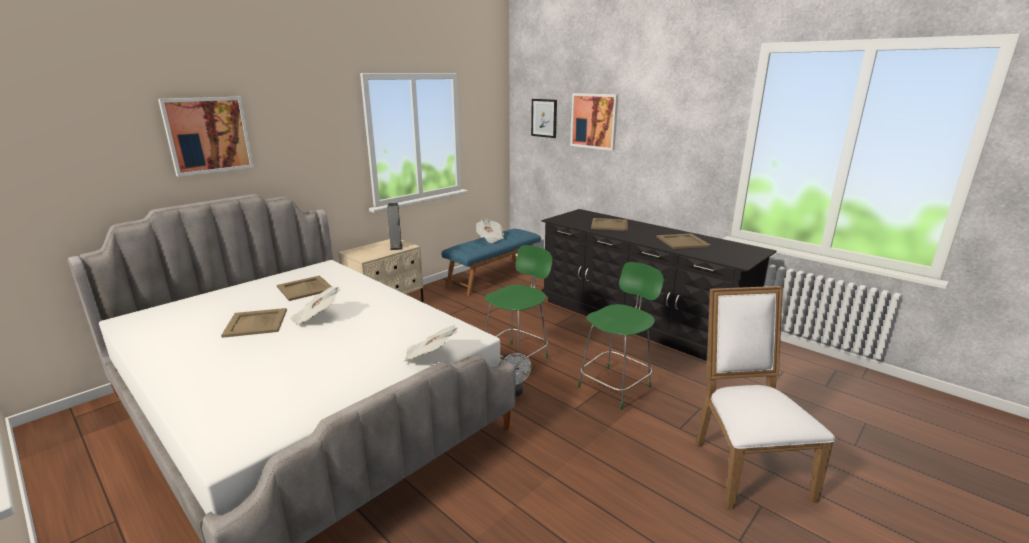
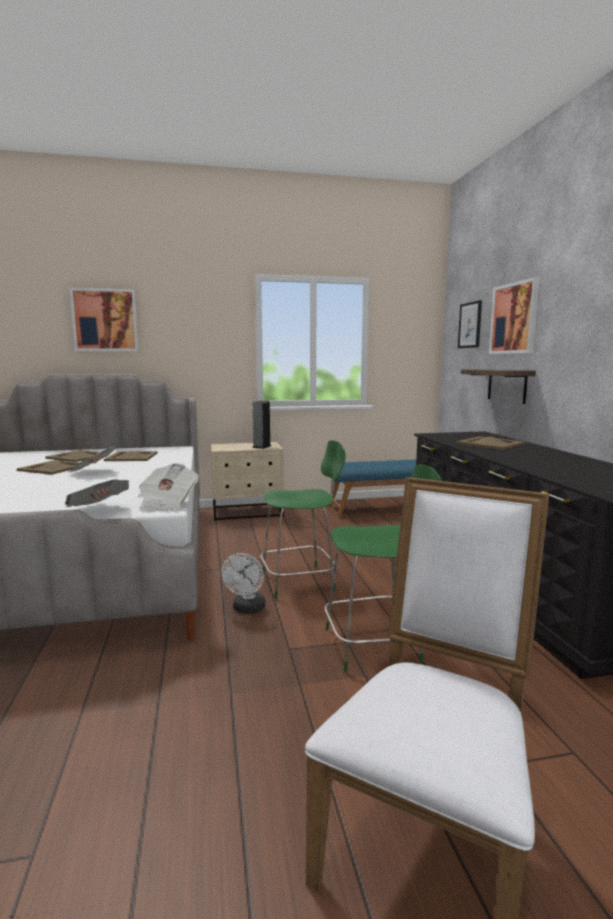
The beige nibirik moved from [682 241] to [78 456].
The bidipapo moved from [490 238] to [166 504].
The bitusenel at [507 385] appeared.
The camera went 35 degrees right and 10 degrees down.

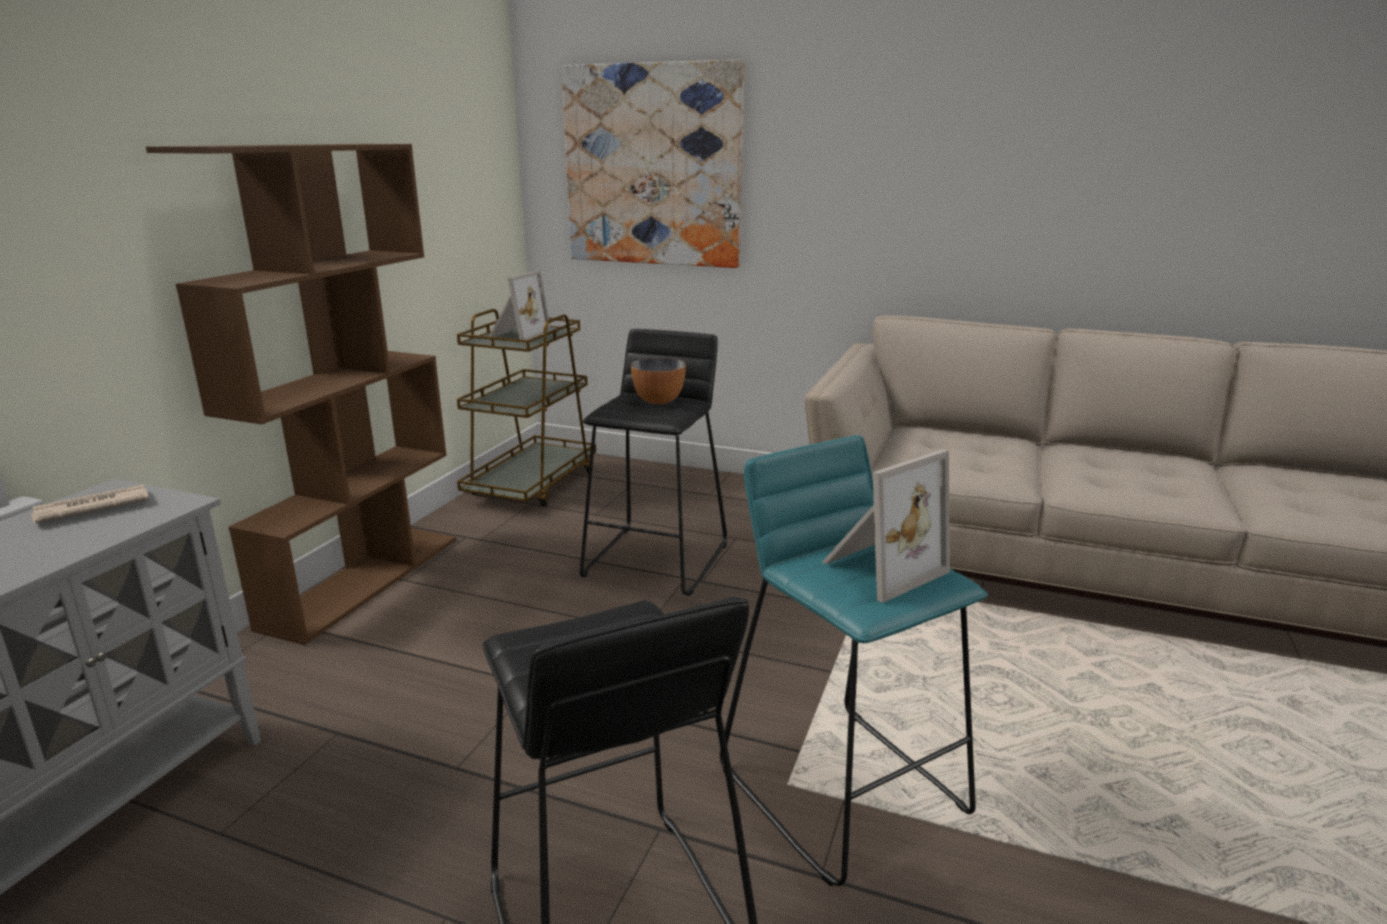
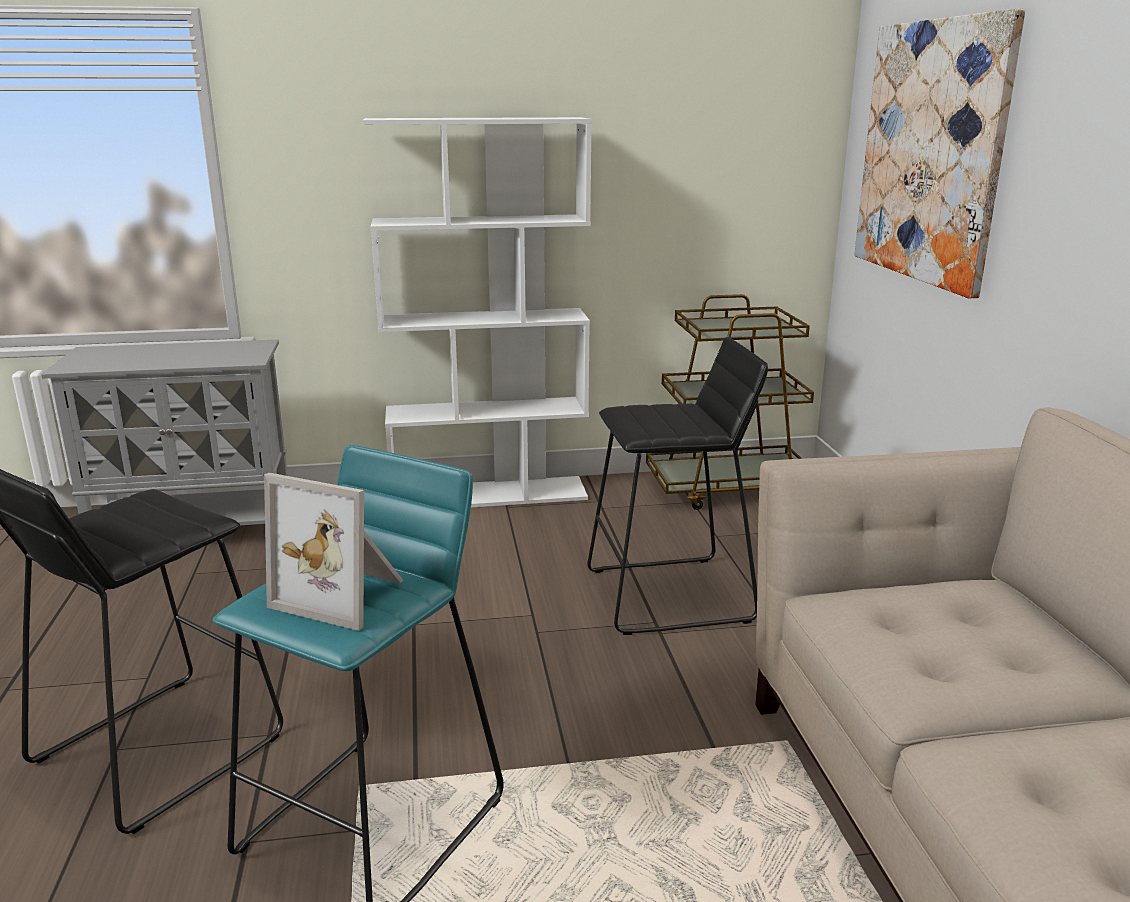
The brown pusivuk at [363 580] became the white pusivuk at [490 494].
The bidipapo at [91 508] disappeared.
The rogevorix at [517 336] disappeared.
The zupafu at [658 401] disappeared.
The camera went 60 degrees right and 0 degrees up.

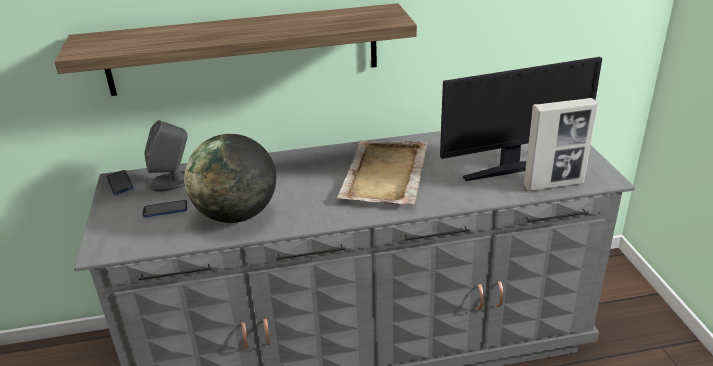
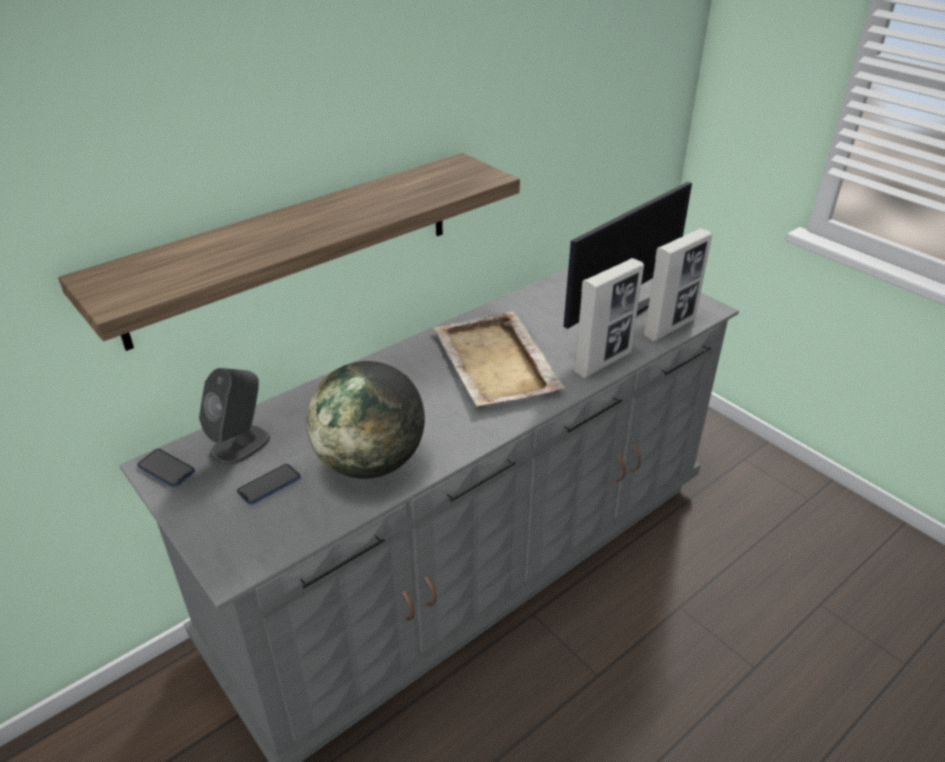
The rogevorix at [603 362] appeared.
The camera went 30 degrees left and 5 degrees up.

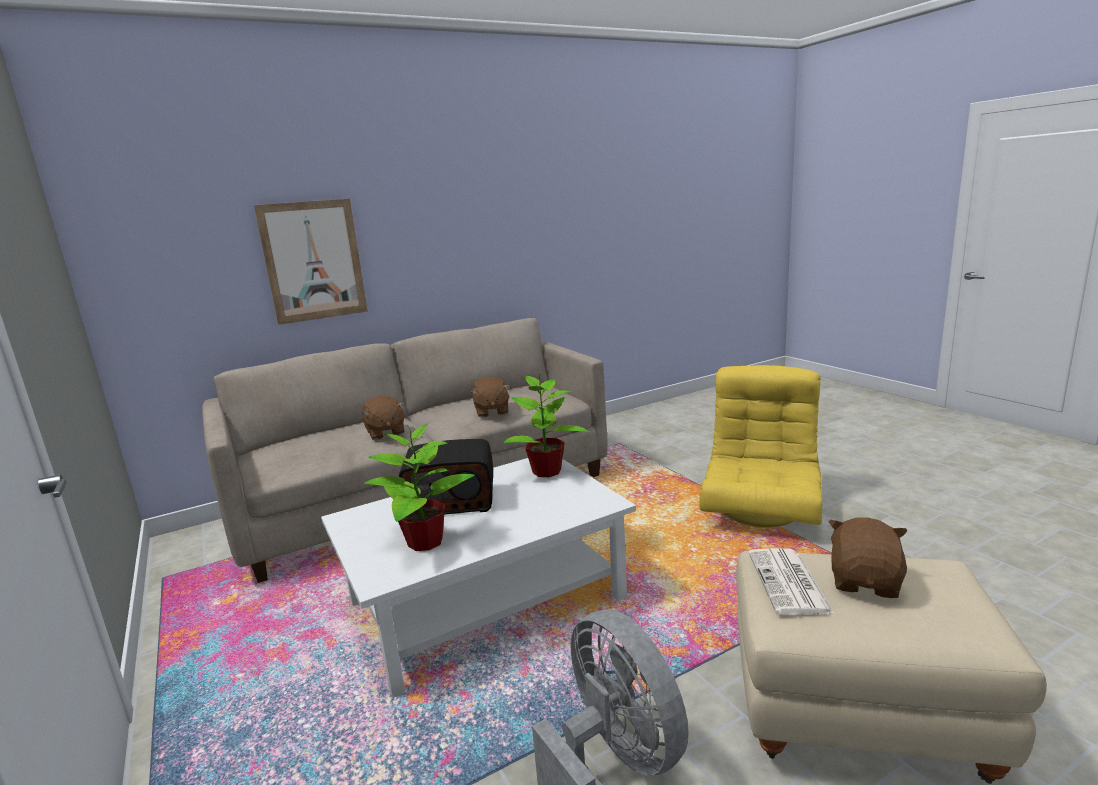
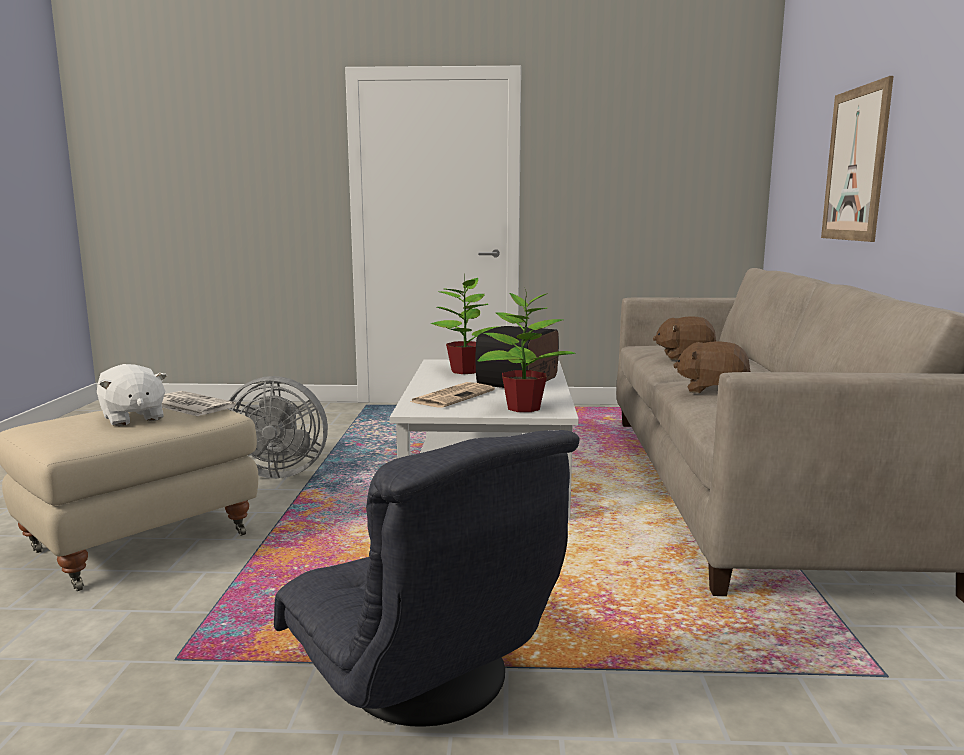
The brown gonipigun at [865 582] became the white gonipigun at [132 418].
The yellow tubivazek at [761 509] became the grey tubivazek at [422 679].
The bidipapo at [453 396] appeared.
The camera went 120 degrees right and 5 degrees down.

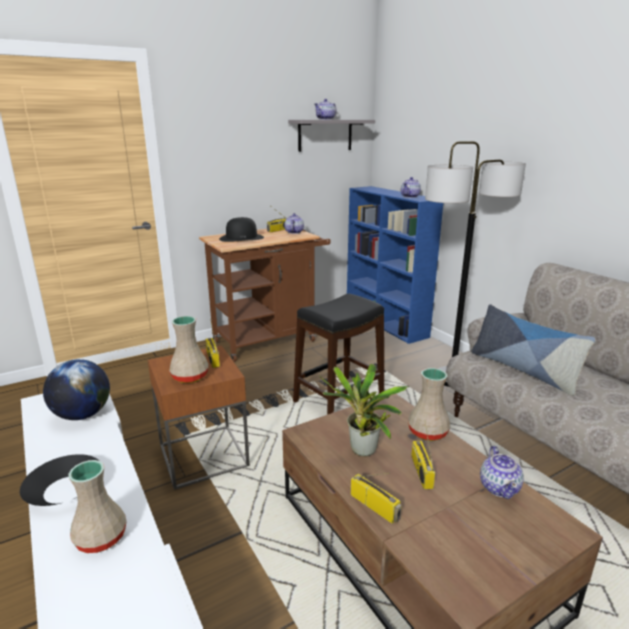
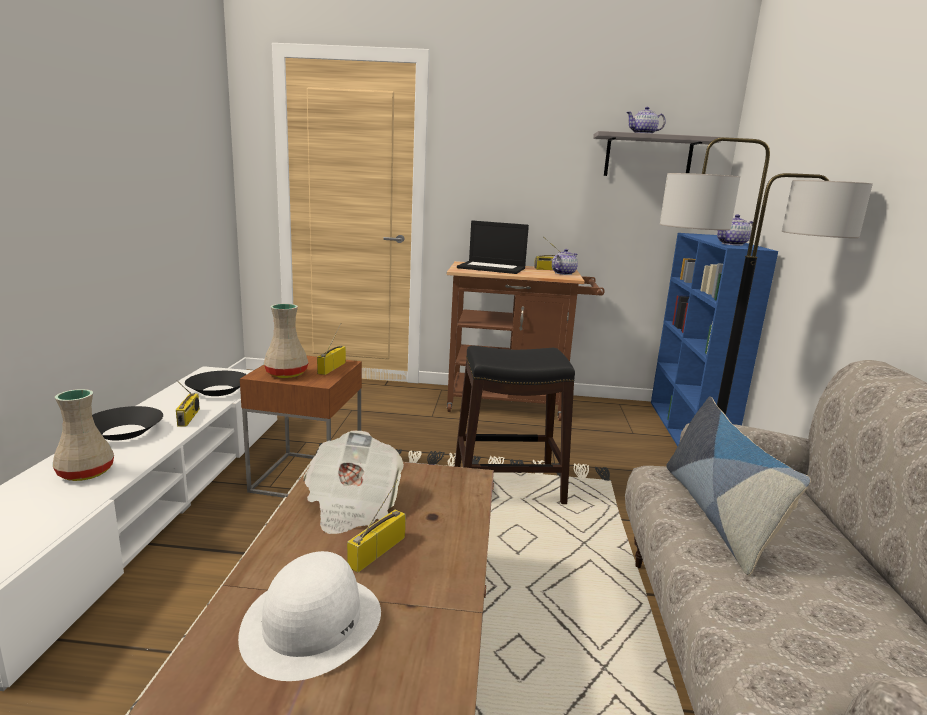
The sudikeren moved from [375 506] to [189 418].
The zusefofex at [82 415] was replaced by the black zupafu at [218 390].
The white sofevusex at [312 622] appeared.
The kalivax at [363 452] was replaced by the bidipapo at [352 505].
The black sofevusex at [242 238] was replaced by the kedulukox at [492 268].
The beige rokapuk at [426 432] disappeared.
The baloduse at [499 487] disappeared.
The camera went 35 degrees right and 5 degrees down.

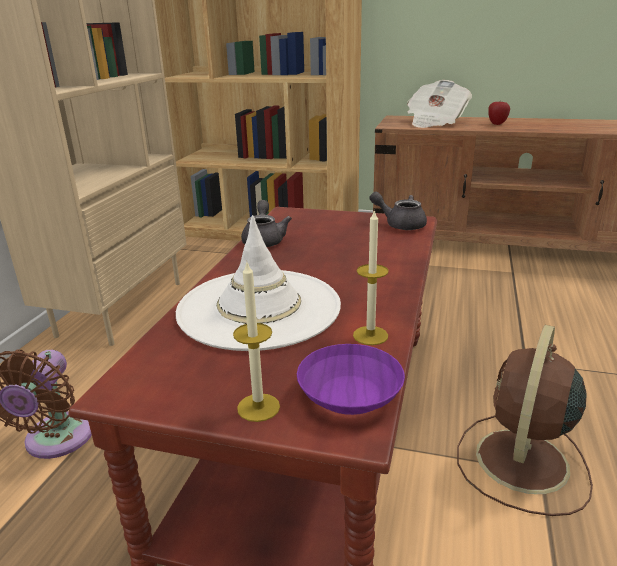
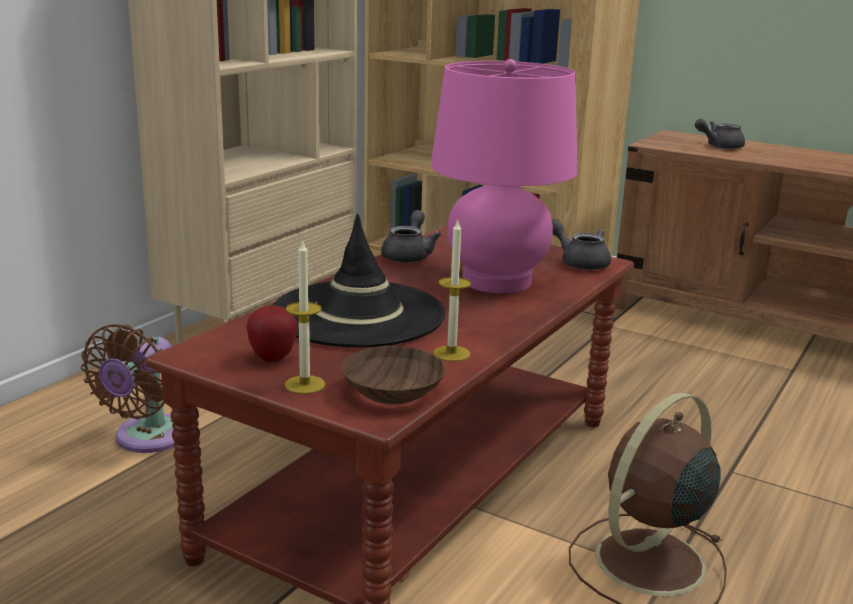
The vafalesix moved from [497 124] to [273 358].
The white sofevusex at [259 308] became the black sofevusex at [358 314].
The purple zupafu at [350 397] became the brown zupafu at [392 392].
The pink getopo at [496 281] appeared.
The bidipapo at [435 122] was replaced by the grey baloduse at [719 146].
The camera went 15 degrees right and 5 degrees down.

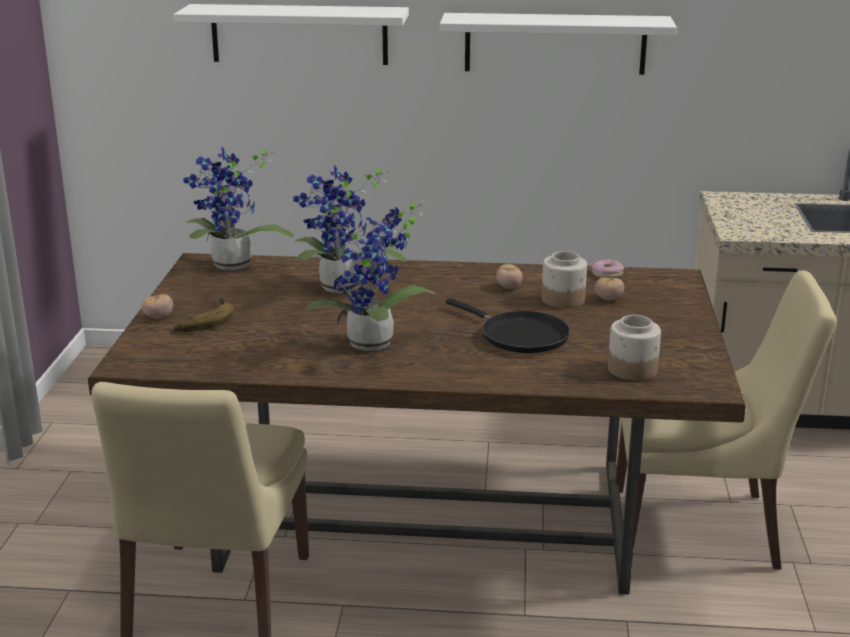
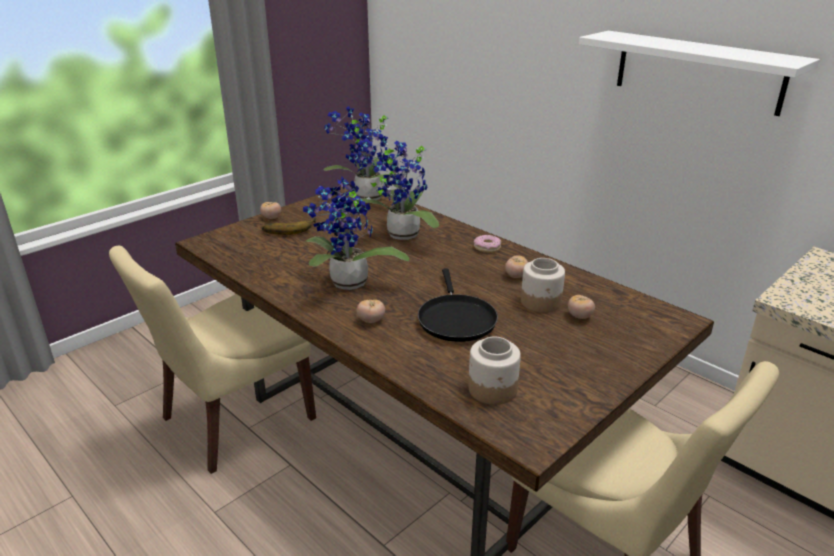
The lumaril at [371 320] appeared.
The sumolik moved from [607 274] to [487 248].
The white bitusenel at [299 34] disappeared.
The camera went 40 degrees right and 5 degrees up.

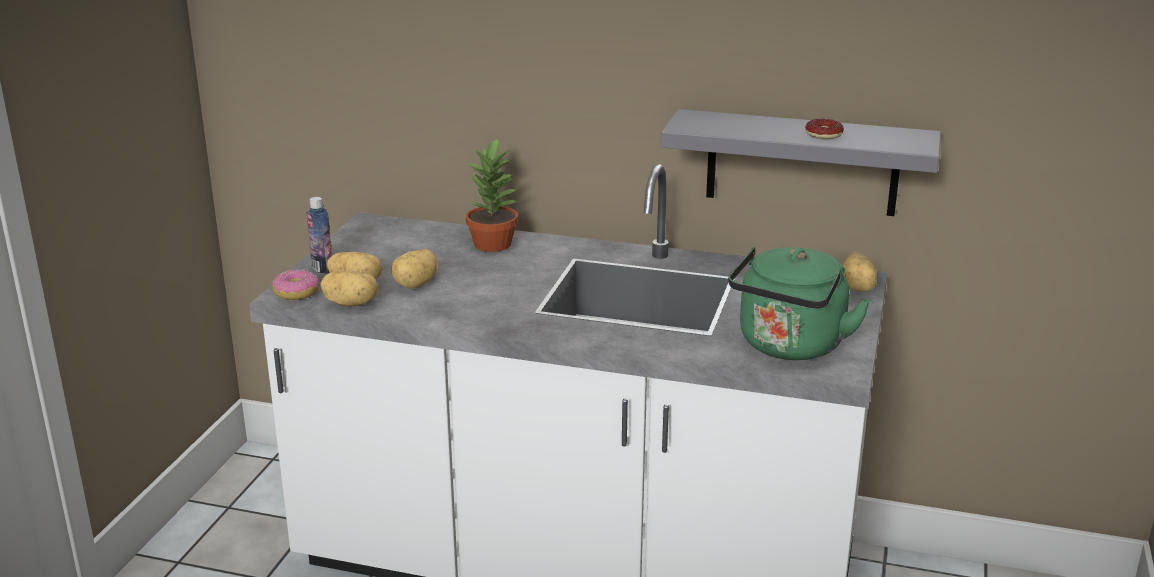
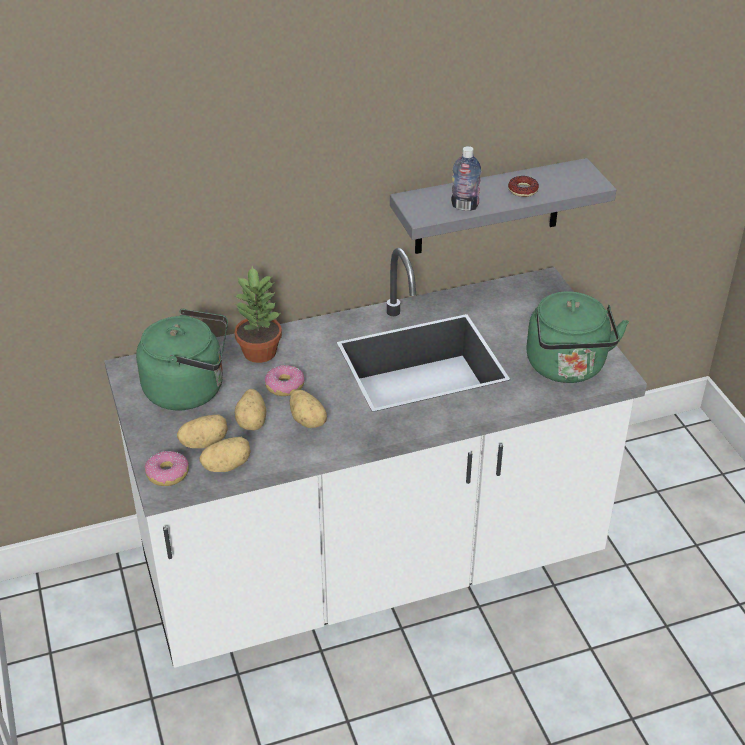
The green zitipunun at [190 389] appeared.
The sumolik at [284 386] appeared.
The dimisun moved from [858 287] to [308 420].
The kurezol moved from [322 268] to [464 206].
The camera went 35 degrees left and 15 degrees up.

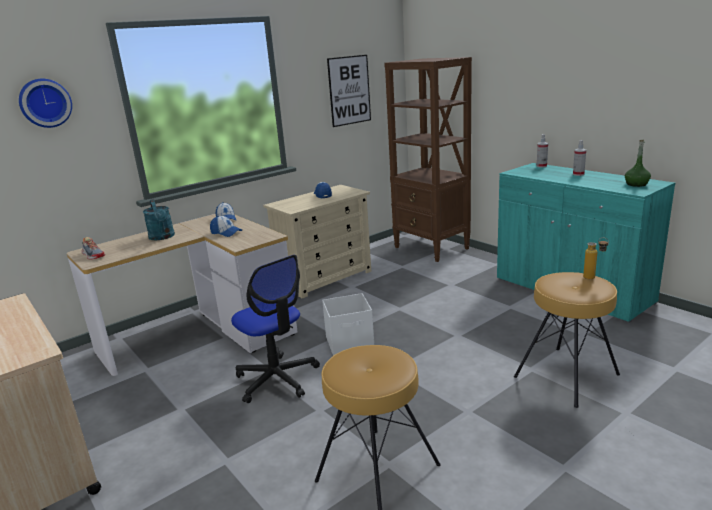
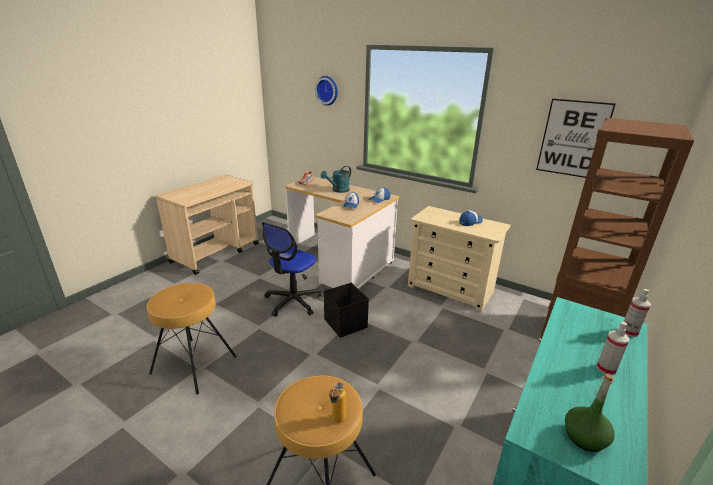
The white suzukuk at [350 343] became the black suzukuk at [345 324].
The camera went 70 degrees right and 5 degrees up.

